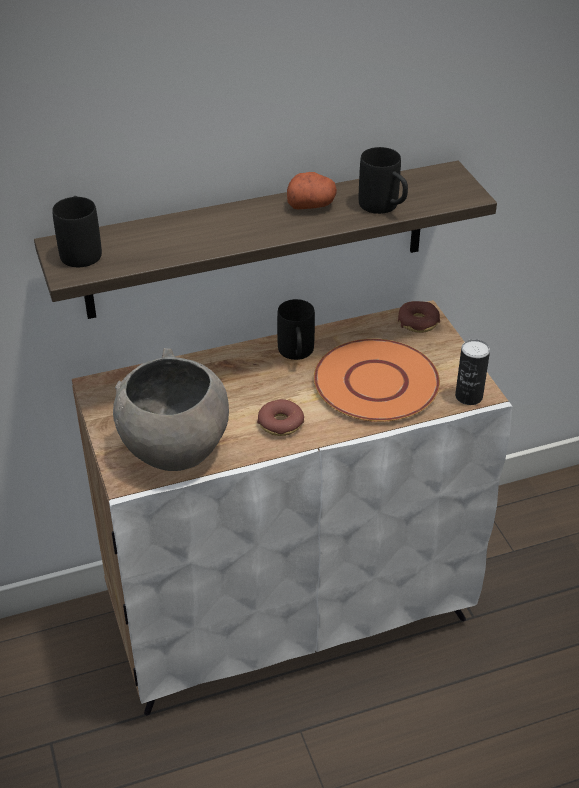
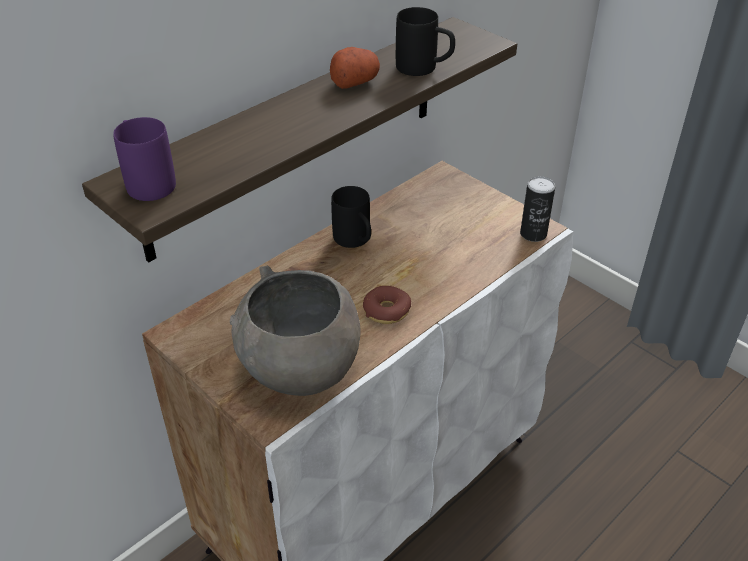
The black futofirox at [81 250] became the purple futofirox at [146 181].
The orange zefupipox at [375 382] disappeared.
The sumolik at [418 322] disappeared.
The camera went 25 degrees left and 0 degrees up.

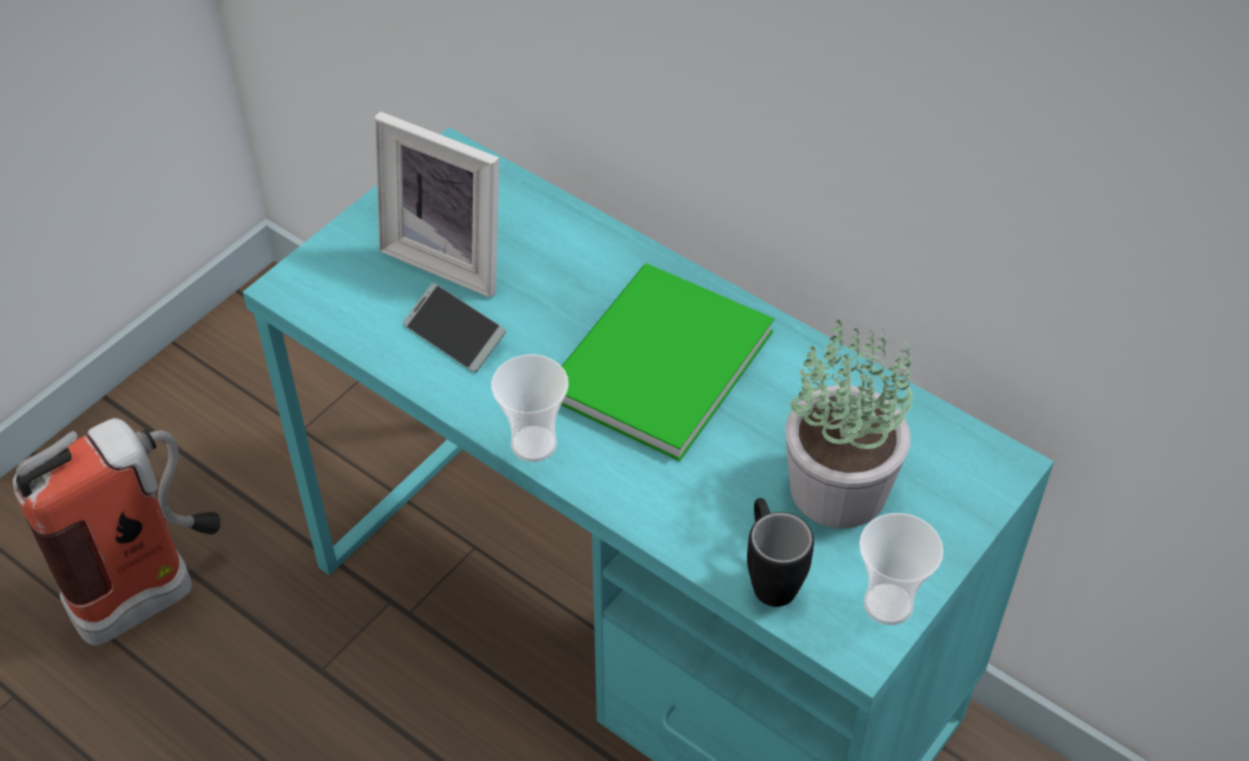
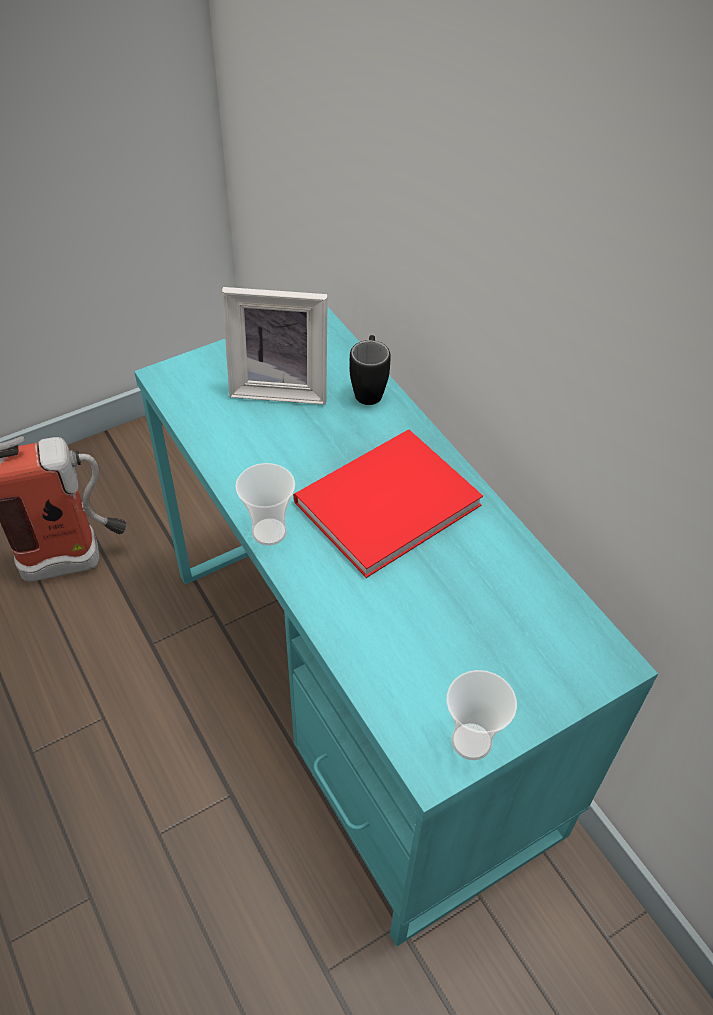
The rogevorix at [450 256] turned 45 degrees counterclockwise.
The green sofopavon at [652 366] became the red sofopavon at [381 503].
The black futofirox moved from [769 575] to [369 389].
The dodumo at [455 335] disappeared.
The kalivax at [840 487] disappeared.
The camera went 20 degrees right and 0 degrees up.

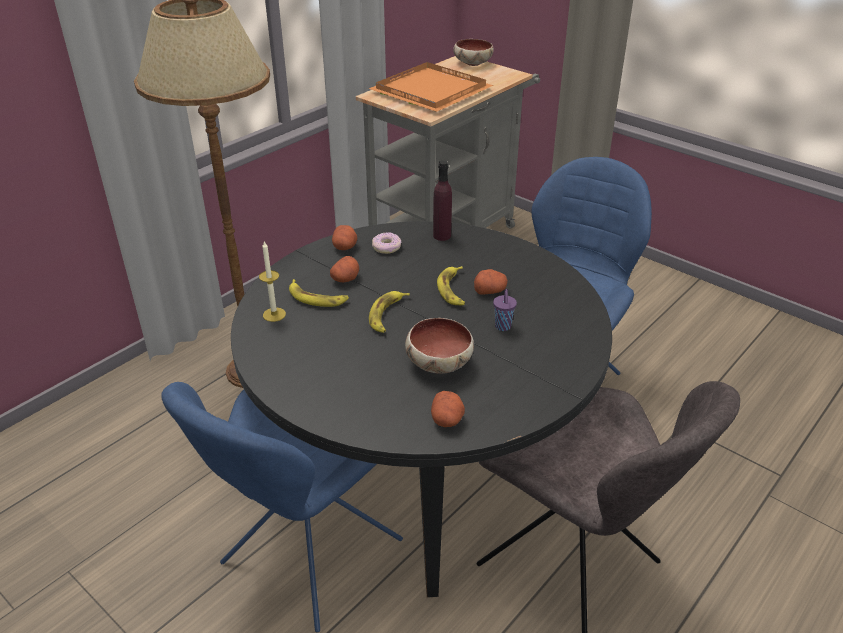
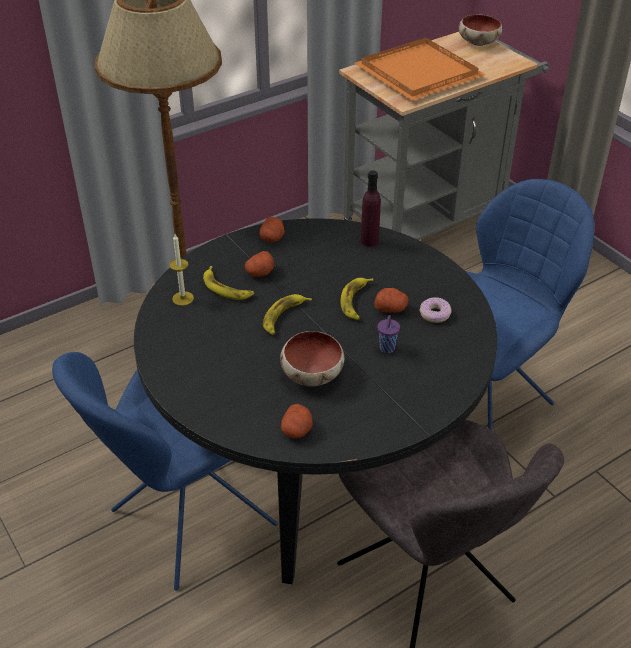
The sumolik moved from [387 247] to [435 314].
The camera went 15 degrees right and 5 degrees up.

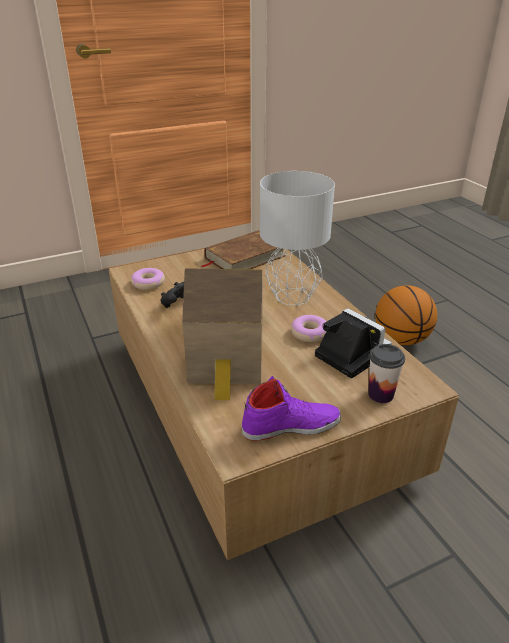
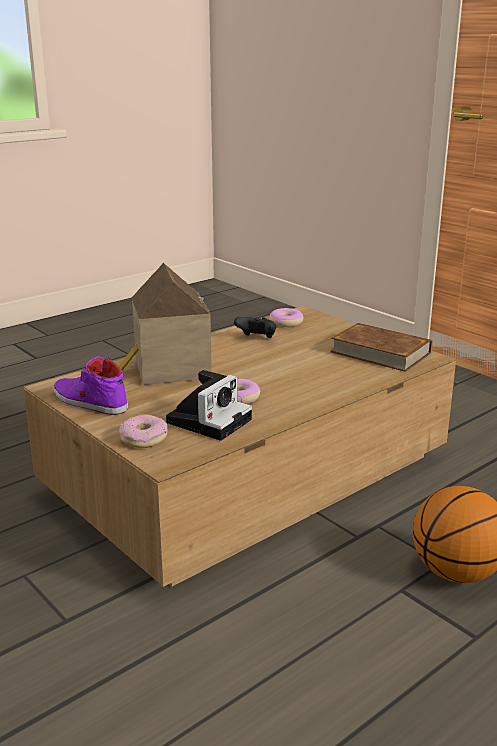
The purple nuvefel at [290 425] turned 150 degrees clockwise.
The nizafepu at [380 394] was replaced by the sumolik at [144 438].
The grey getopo at [292 296] disappeared.
The camera went 75 degrees right and 10 degrees down.

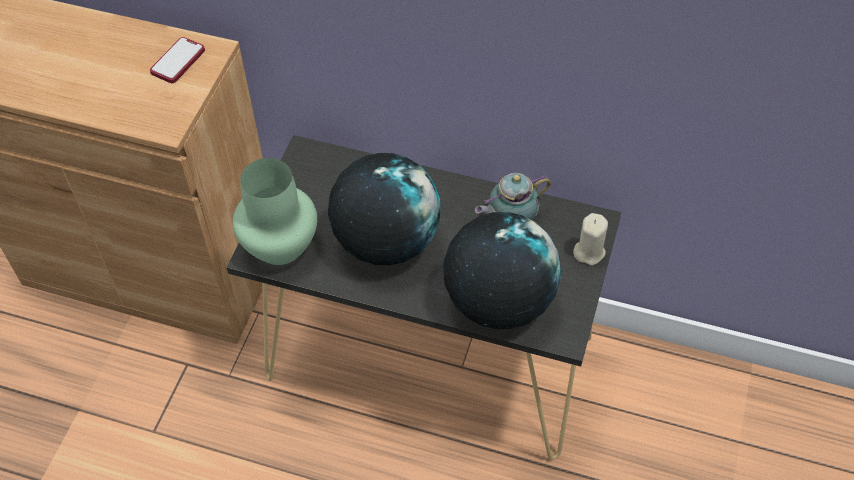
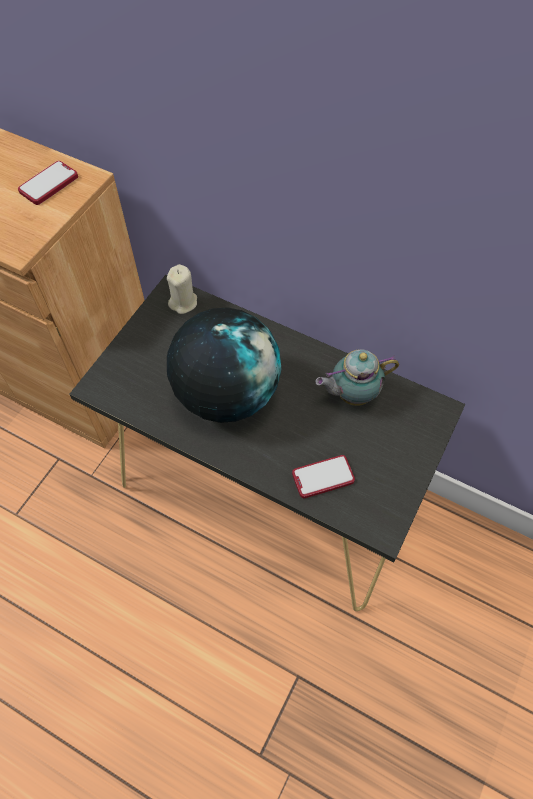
The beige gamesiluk moved from [589 252] to [183 302].
The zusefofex at [498 301] was replaced by the dodumo at [323 477].
The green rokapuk at [281 244] disappeared.
The camera went 10 degrees right and 5 degrees up.

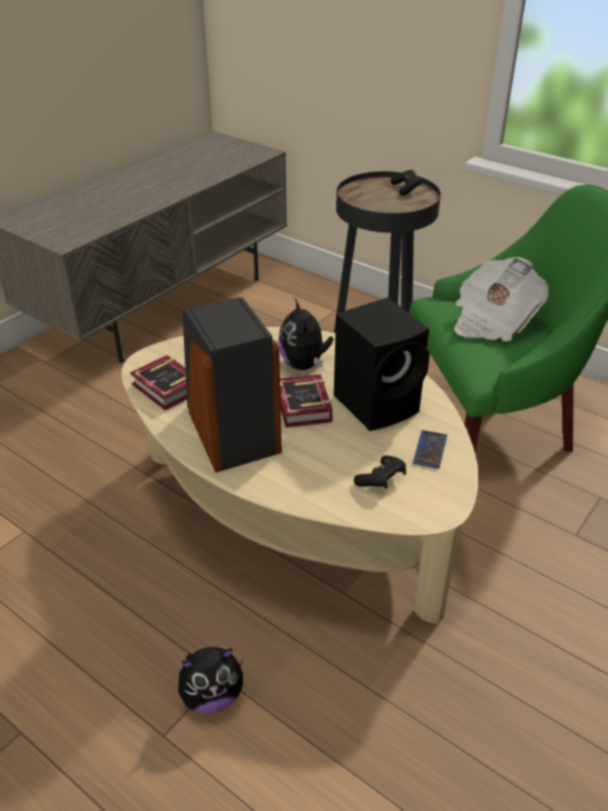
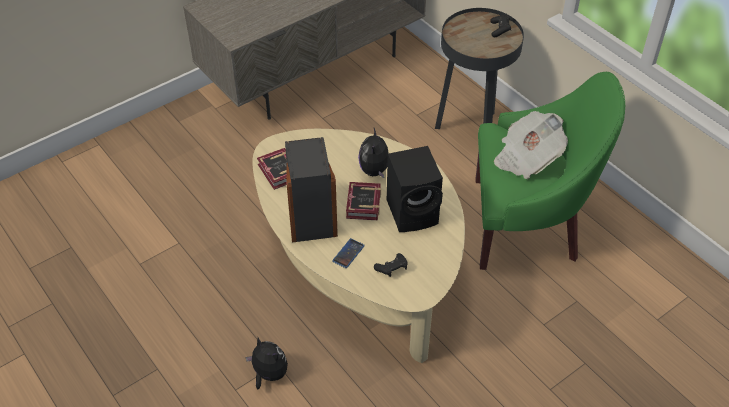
The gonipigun at [212 696] turned 135 degrees counterclockwise.
The dodumo moved from [430 450] to [348 253].
The camera went 15 degrees right and 10 degrees up.

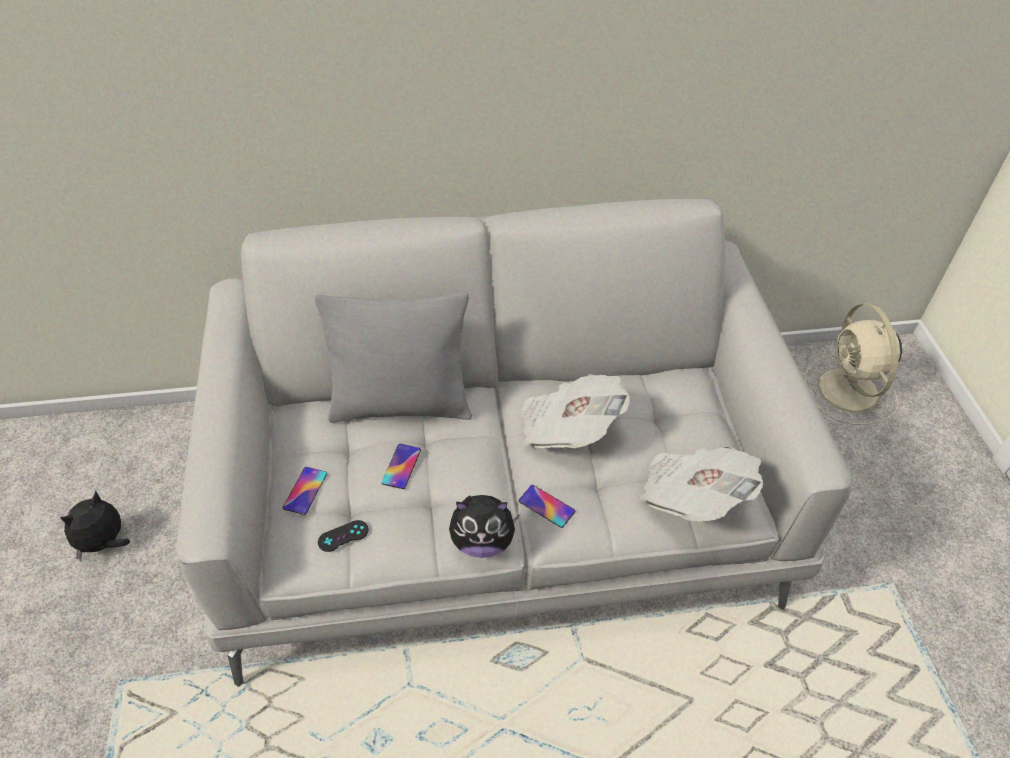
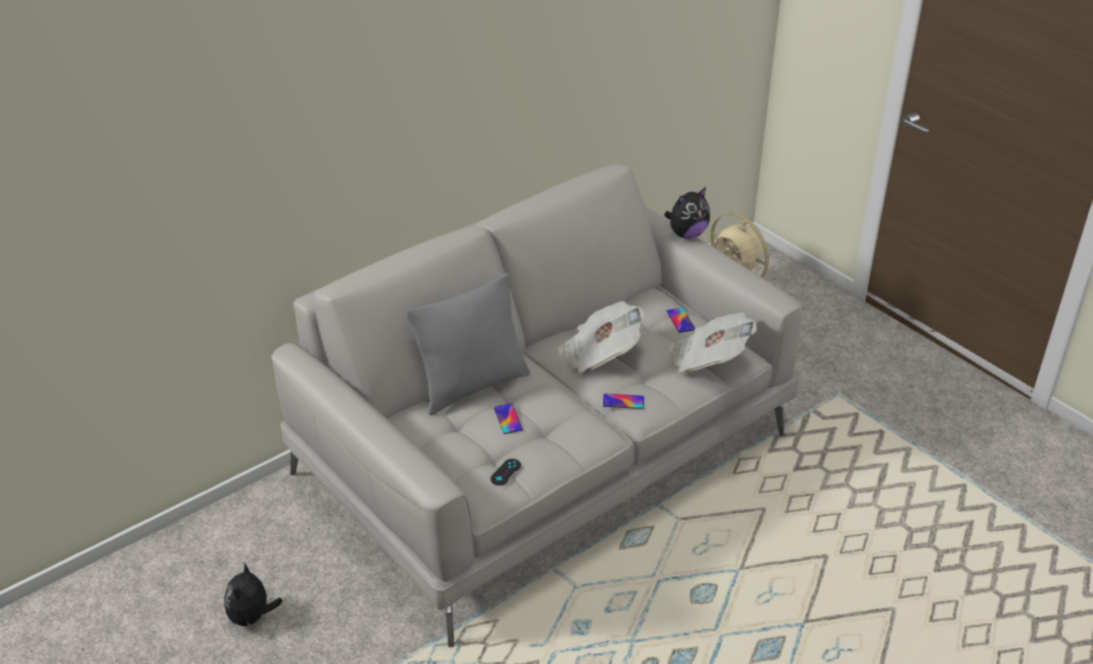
The gonipigun moved from [482 542] to [687 234].
The dodumo moved from [305 490] to [680 320].
The camera went 30 degrees left and 10 degrees down.

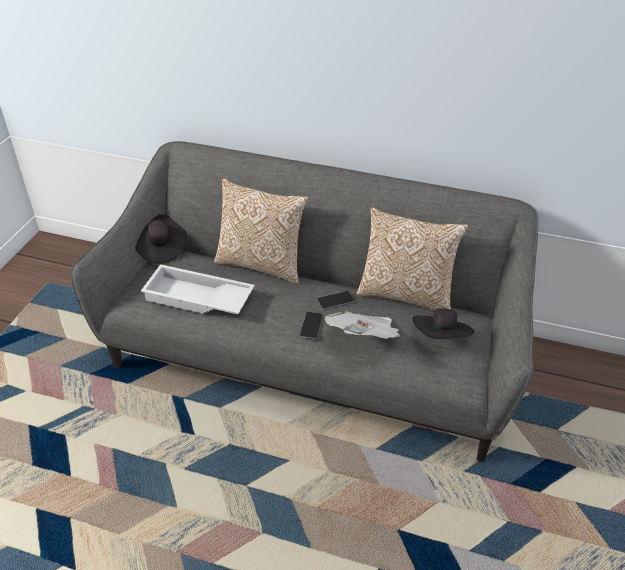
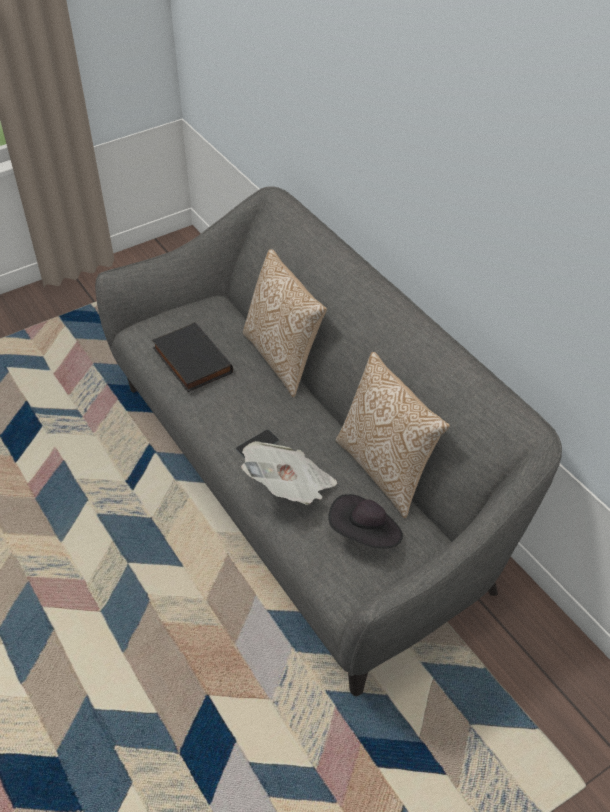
The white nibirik at [197 299] was replaced by the black sofopavon at [190 361].
The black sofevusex at [160 248] disappeared.
The dodumo at [335 300] disappeared.
The camera went 40 degrees right and 5 degrees up.

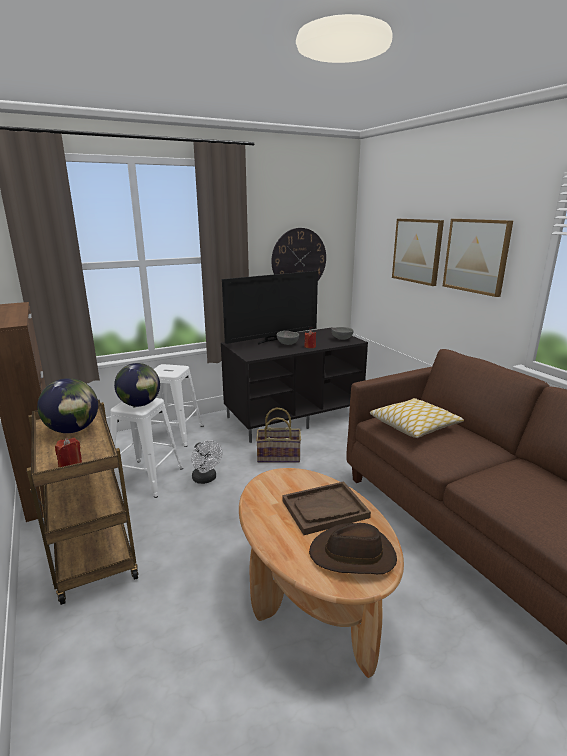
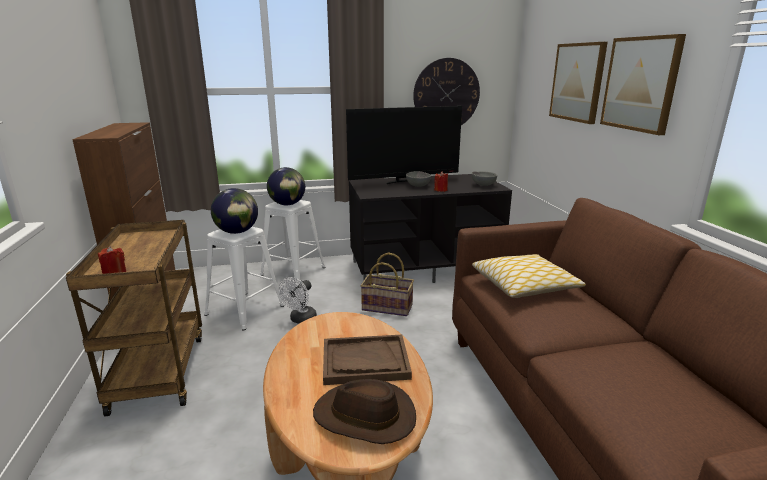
The zusefofex moved from [73 430] to [287 204].
The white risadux at [206 479] turned 45 degrees clockwise.
The camera went 15 degrees right and 0 degrees up.

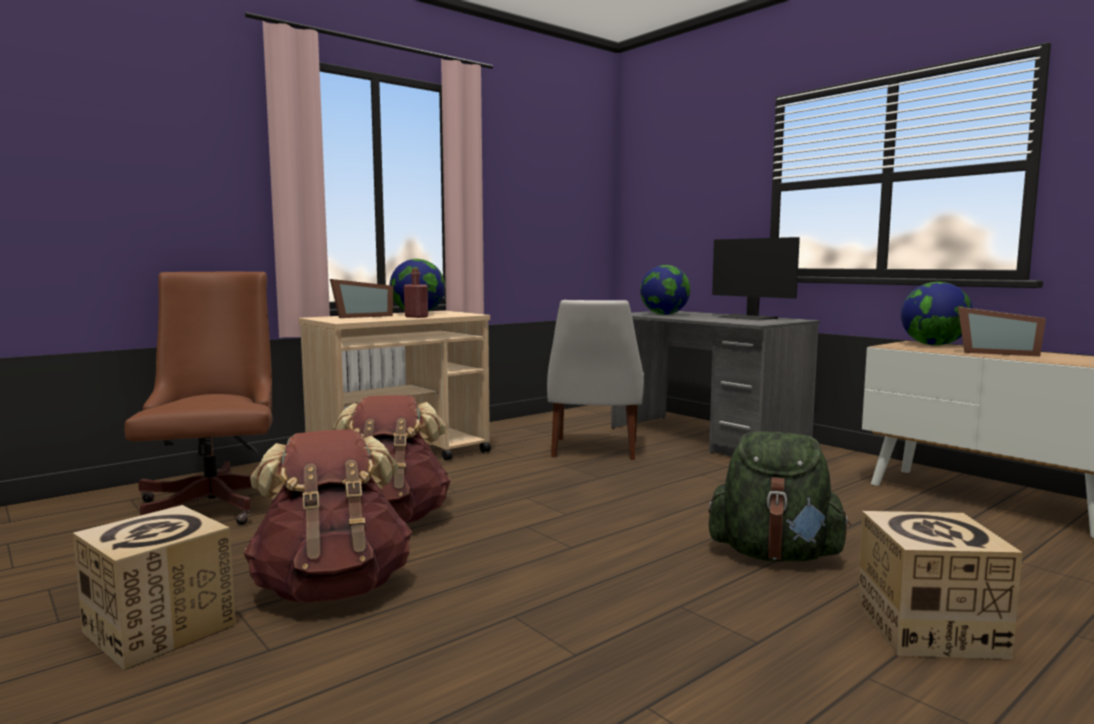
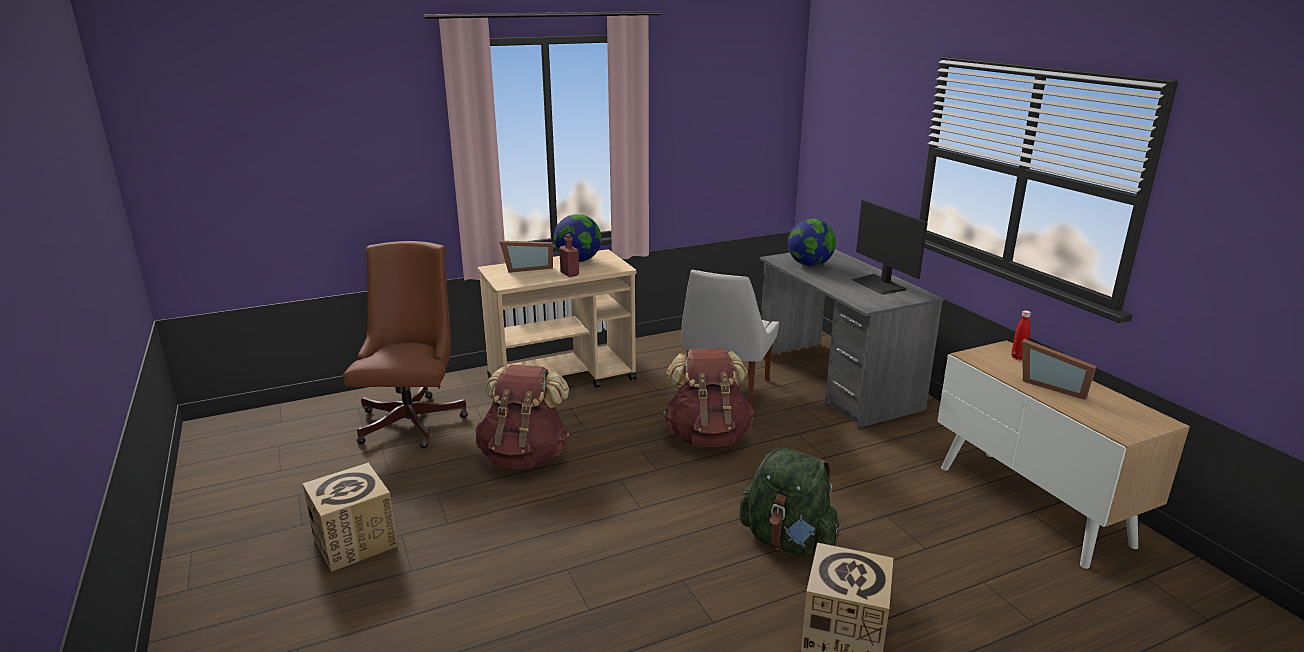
The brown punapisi moved from [333 588] to [707 436].
The zusefofex at [934 345] was replaced by the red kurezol at [1017 357].
The camera went 15 degrees right and 15 degrees up.

